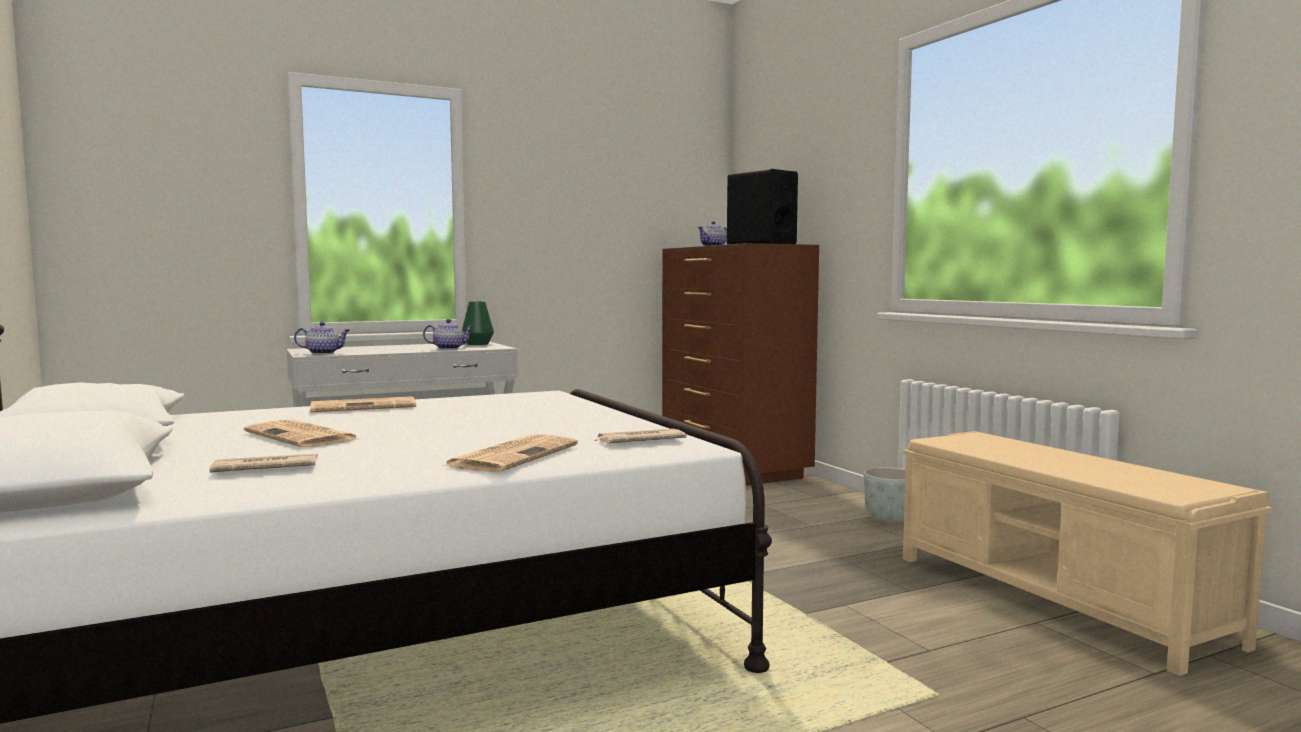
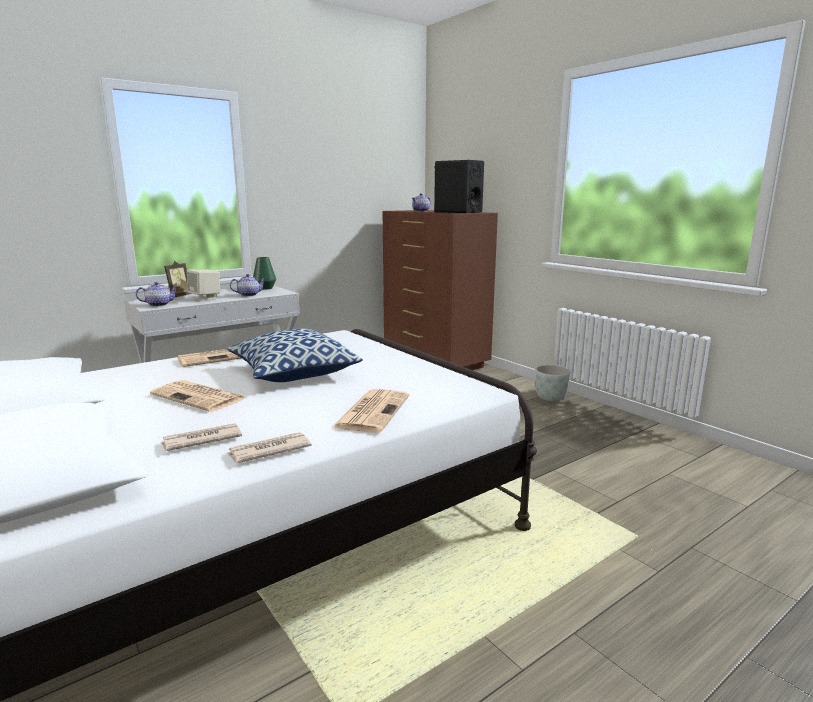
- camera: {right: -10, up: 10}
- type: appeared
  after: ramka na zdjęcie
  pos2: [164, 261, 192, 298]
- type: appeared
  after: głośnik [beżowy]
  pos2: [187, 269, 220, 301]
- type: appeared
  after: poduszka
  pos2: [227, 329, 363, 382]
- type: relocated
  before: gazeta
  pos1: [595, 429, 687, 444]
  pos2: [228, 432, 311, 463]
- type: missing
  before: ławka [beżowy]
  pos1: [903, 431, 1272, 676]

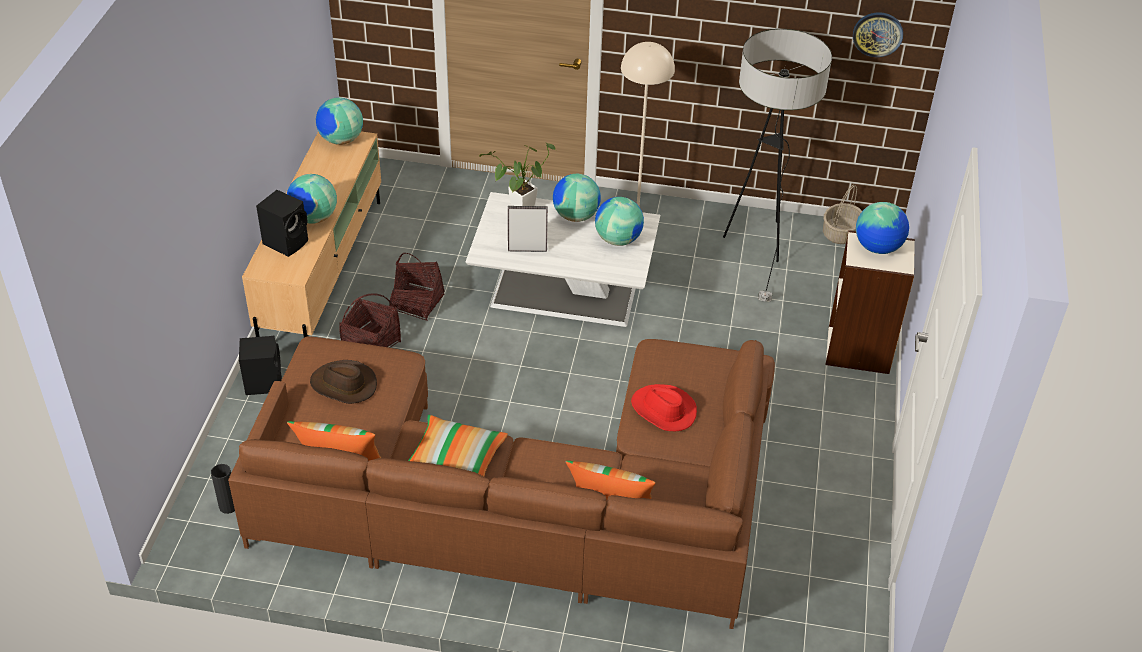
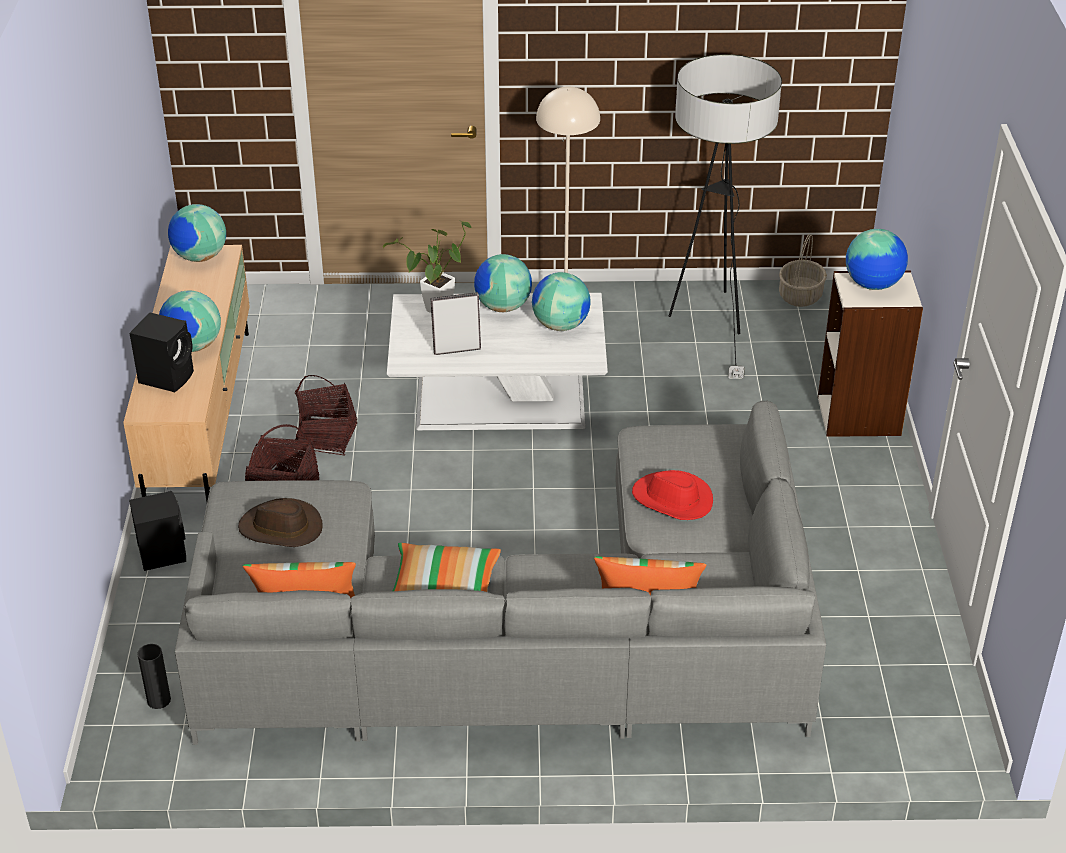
- camera: {right: -10, up: -5}
- type: colour
  before: kanapa [brązowy]
  after: kanapa [szary]
  pos1: [228, 336, 775, 629]
  pos2: [175, 400, 826, 745]
- type: missing
  before: zegar ścienny
  pos1: [853, 12, 903, 57]

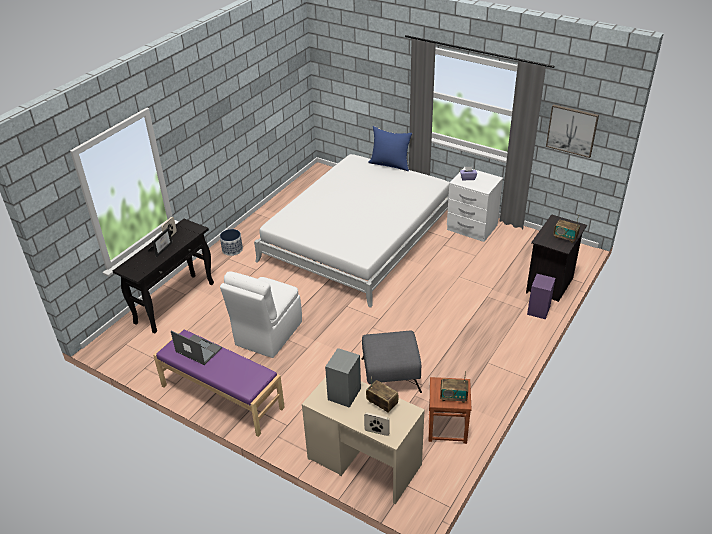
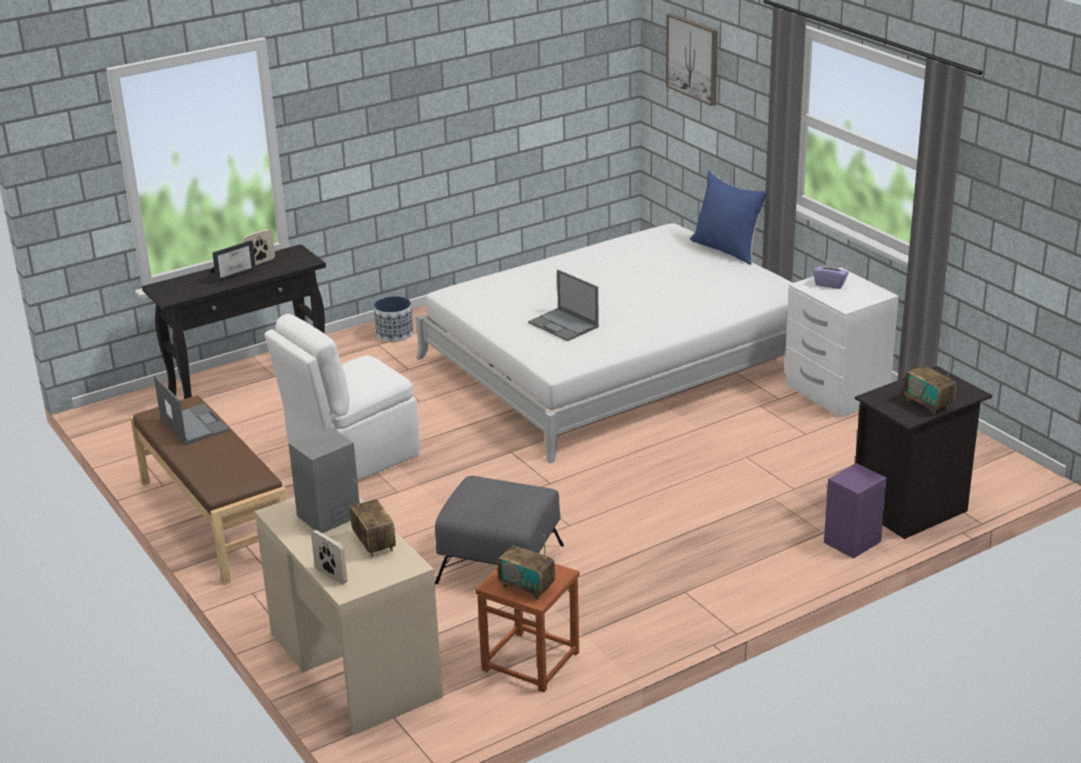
- camera: {right: 25, up: -10}
- type: colour
  before: ławka [fioletowy]
  after: ławka [brązowy]
  pos1: [153, 330, 285, 437]
  pos2: [130, 395, 287, 585]
- type: appeared
  after: laptop
  pos2: [528, 270, 599, 341]
- type: relocated
  before: obraz
  pos1: [546, 104, 599, 158]
  pos2: [666, 13, 718, 106]

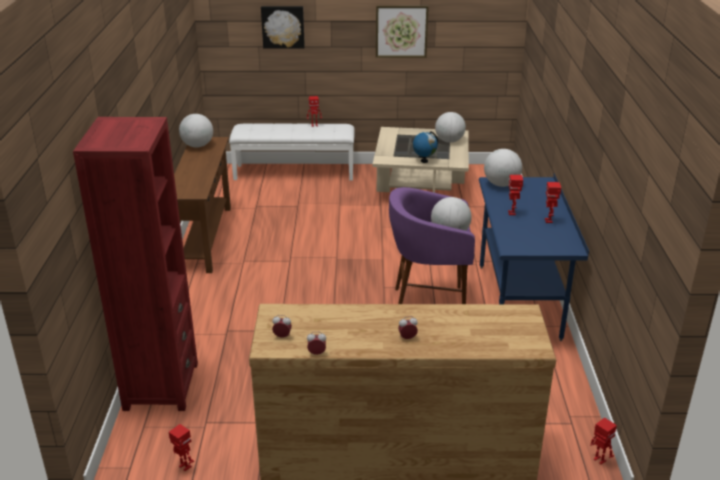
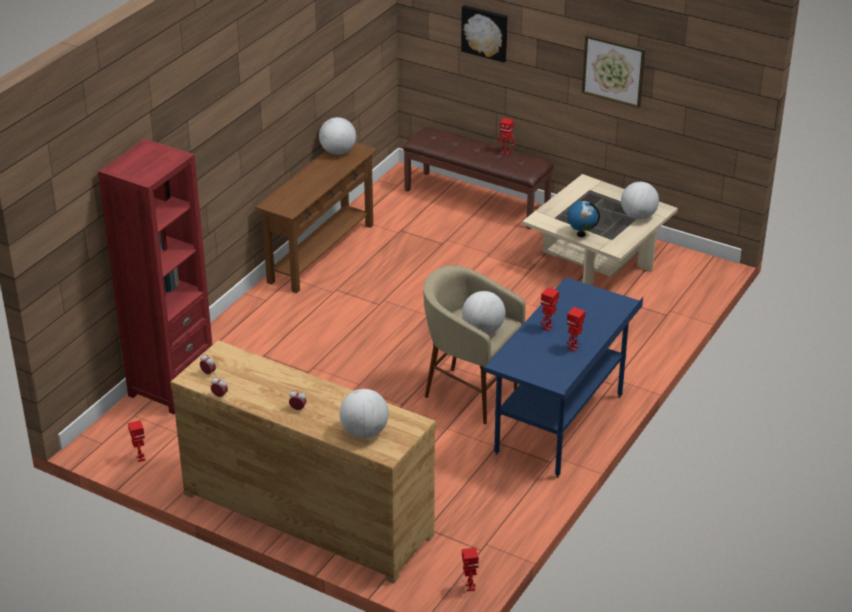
- camera: {right: 30, up: 5}
- type: relocated
  before: globus
  pos1: [484, 149, 522, 187]
  pos2: [339, 389, 389, 438]
- type: colour
  before: ławka [biały]
  after: ławka [brązowy]
  pos1: [229, 124, 355, 181]
  pos2: [403, 127, 554, 229]
- type: colour
  before: stołek [fioletowy]
  after: stołek [beżowy]
  pos1: [389, 187, 475, 304]
  pos2: [423, 265, 525, 424]

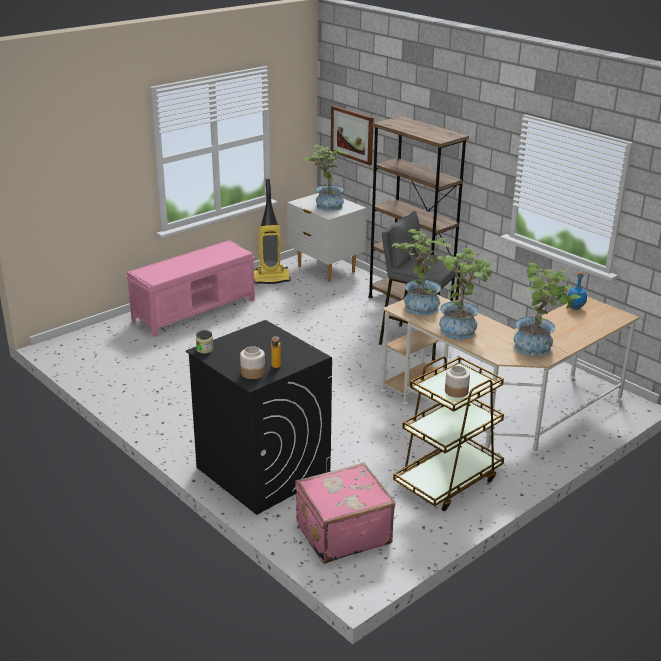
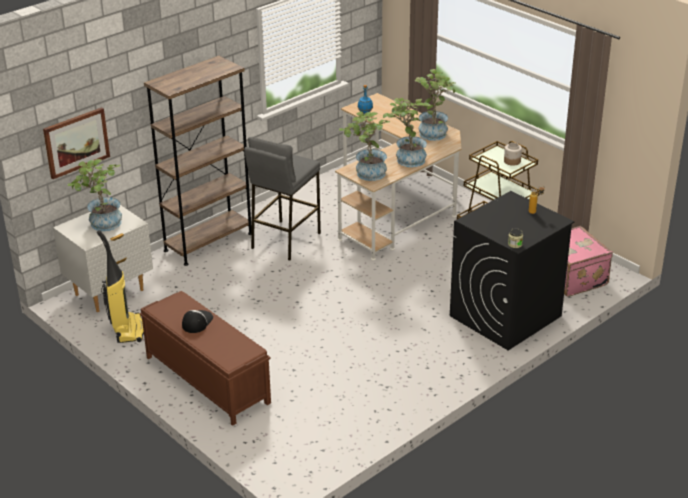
- camera: {right: -90, up: 5}
- type: colour
  before: ławka [różowy]
  after: ławka [brązowy]
  pos1: [126, 240, 255, 337]
  pos2: [140, 291, 271, 426]
- type: appeared
  after: czapka z daszkiem
  pos2: [182, 310, 213, 333]
- type: missing
  before: słoik
  pos1: [240, 346, 265, 379]

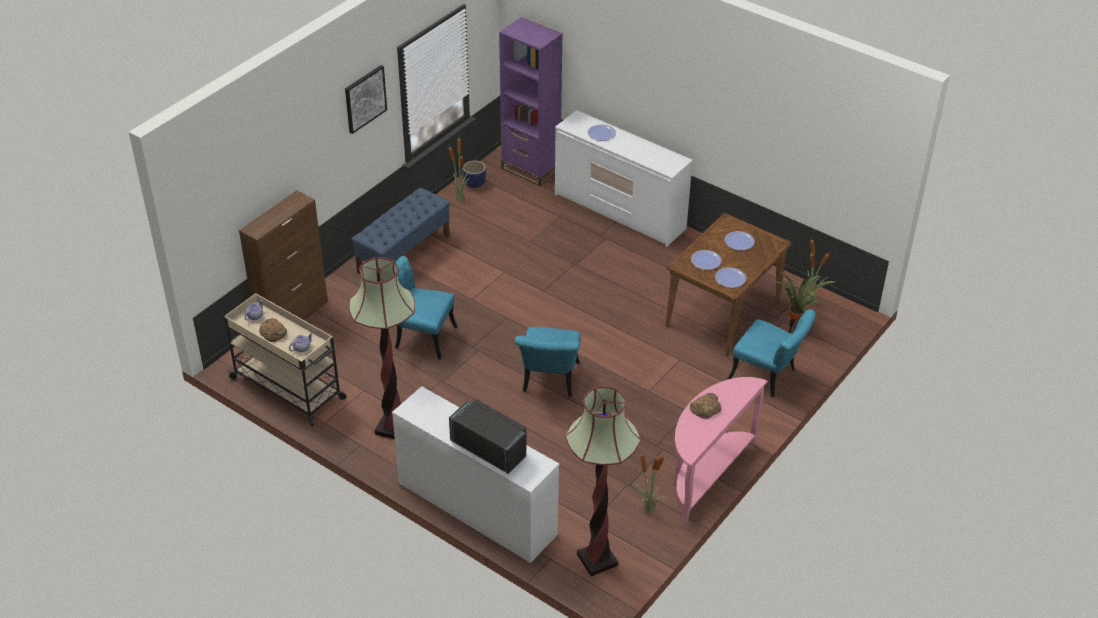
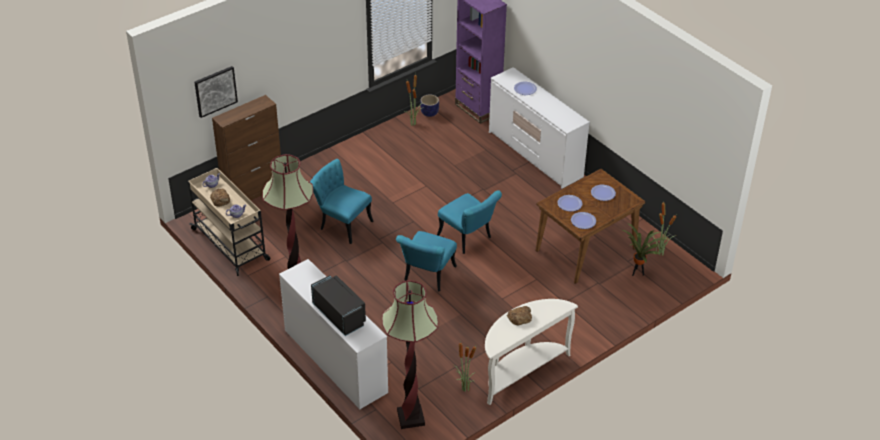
- camera: {right: 15, up: 0}
- type: relocated
  before: obraz
  pos1: [345, 65, 387, 134]
  pos2: [194, 66, 238, 118]
- type: relocated
  before: krzesło [turkusowy]
  pos1: [728, 309, 816, 397]
  pos2: [437, 190, 502, 254]
- type: colour
  before: stolik konsolowy [różowy]
  after: stolik konsolowy [biały]
  pos1: [673, 377, 767, 524]
  pos2: [485, 299, 578, 405]
- type: missing
  before: ławka [niebieski]
  pos1: [351, 188, 450, 274]

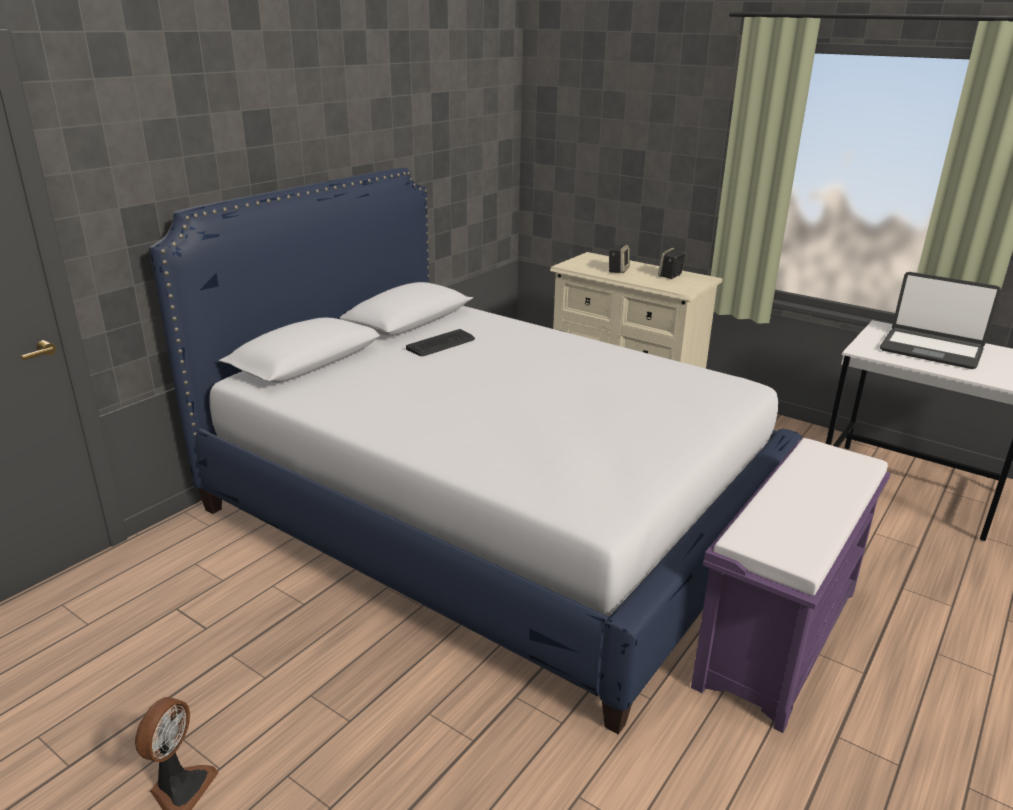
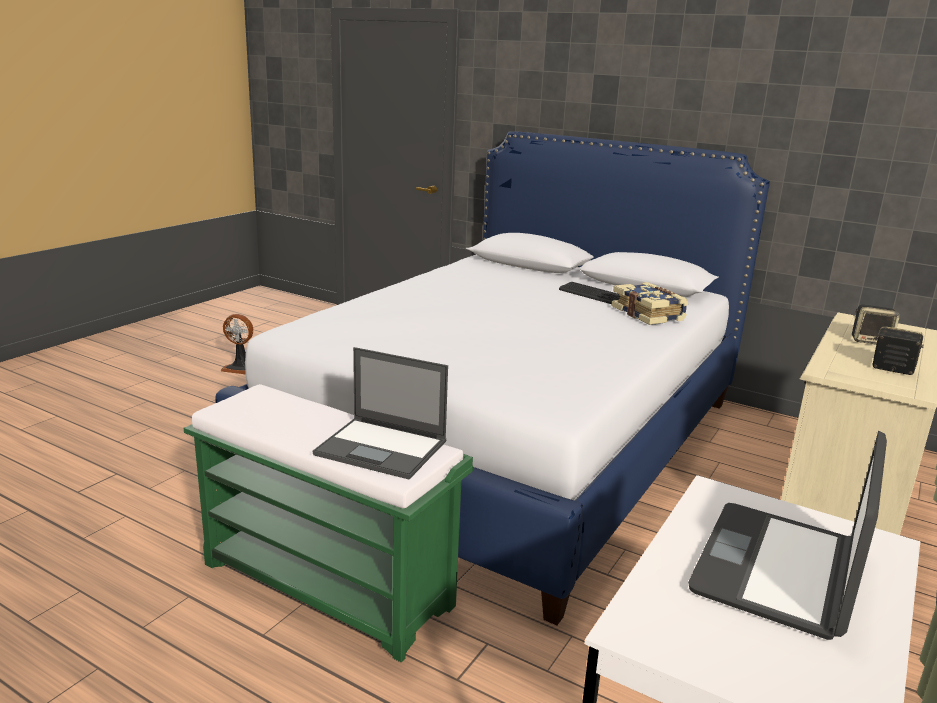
- camera: {right: 85, up: -5}
- type: colour
  before: ławka [fioletowy]
  after: ławka [zielony]
  pos1: [691, 438, 891, 733]
  pos2: [184, 384, 473, 662]
- type: appeared
  after: laptop
  pos2: [313, 347, 448, 479]
- type: appeared
  after: książka
  pos2: [611, 282, 688, 325]

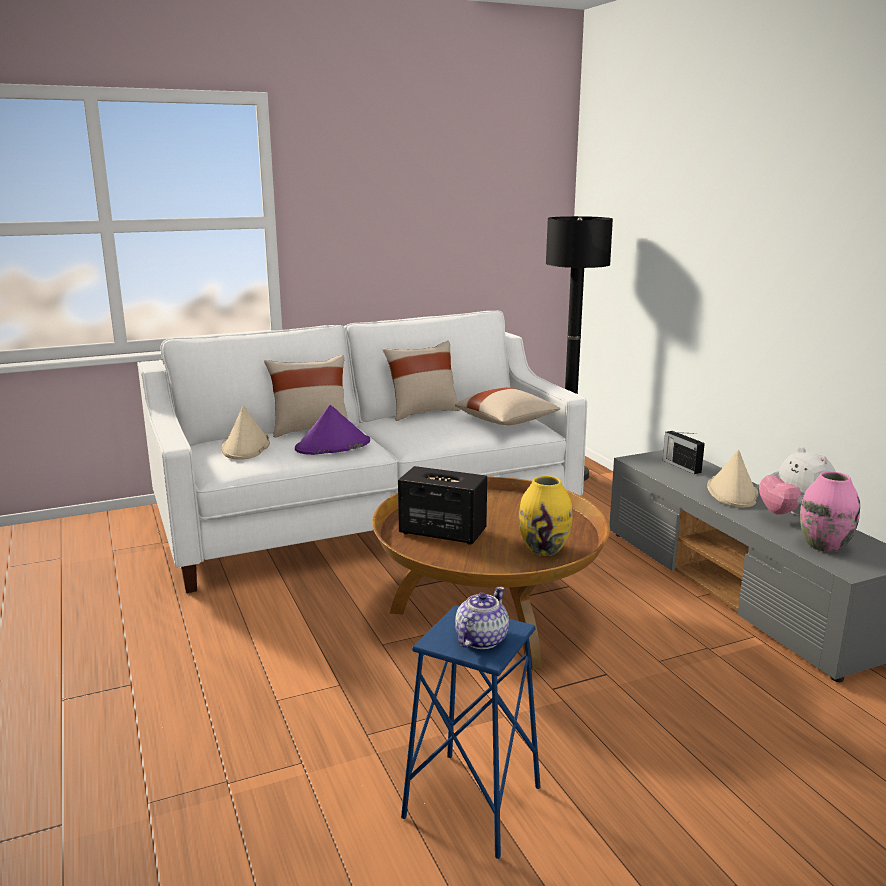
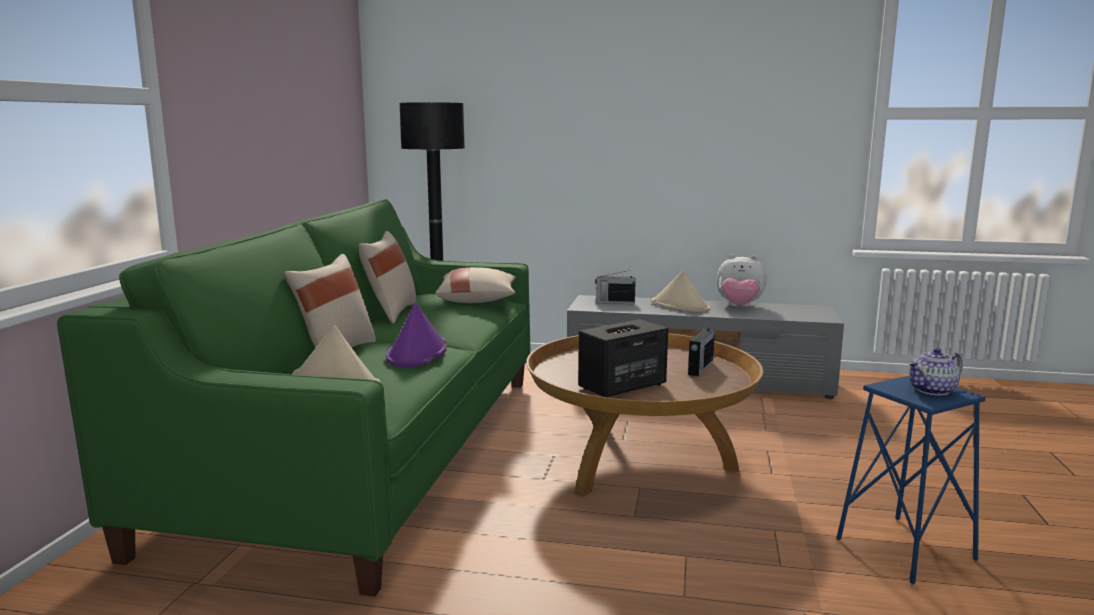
- camera: {right: -55, up: -5}
- type: colour
  before: kanapa [biały]
  after: kanapa [zielony]
  pos1: [137, 311, 587, 593]
  pos2: [57, 199, 531, 597]
- type: exchanged
  before: wazon [żółty]
  after: radio
  pos1: [519, 476, 572, 556]
  pos2: [688, 321, 715, 376]
- type: spun
  before: imbryk
  pos1: [455, 587, 509, 649]
  pos2: [908, 348, 963, 396]
  turn: -90
- type: missing
  before: wazon [różowy]
  pos1: [800, 471, 860, 552]

